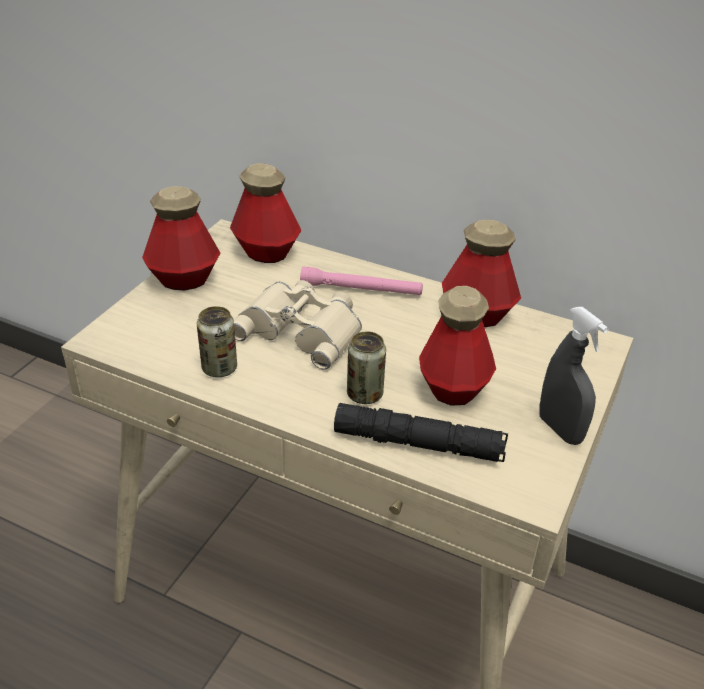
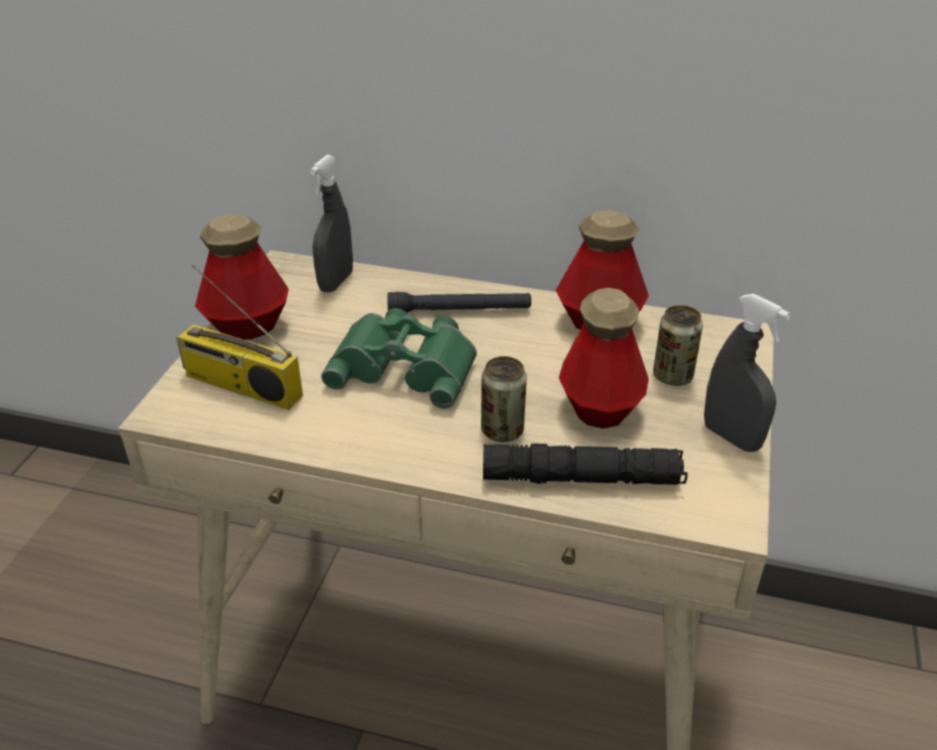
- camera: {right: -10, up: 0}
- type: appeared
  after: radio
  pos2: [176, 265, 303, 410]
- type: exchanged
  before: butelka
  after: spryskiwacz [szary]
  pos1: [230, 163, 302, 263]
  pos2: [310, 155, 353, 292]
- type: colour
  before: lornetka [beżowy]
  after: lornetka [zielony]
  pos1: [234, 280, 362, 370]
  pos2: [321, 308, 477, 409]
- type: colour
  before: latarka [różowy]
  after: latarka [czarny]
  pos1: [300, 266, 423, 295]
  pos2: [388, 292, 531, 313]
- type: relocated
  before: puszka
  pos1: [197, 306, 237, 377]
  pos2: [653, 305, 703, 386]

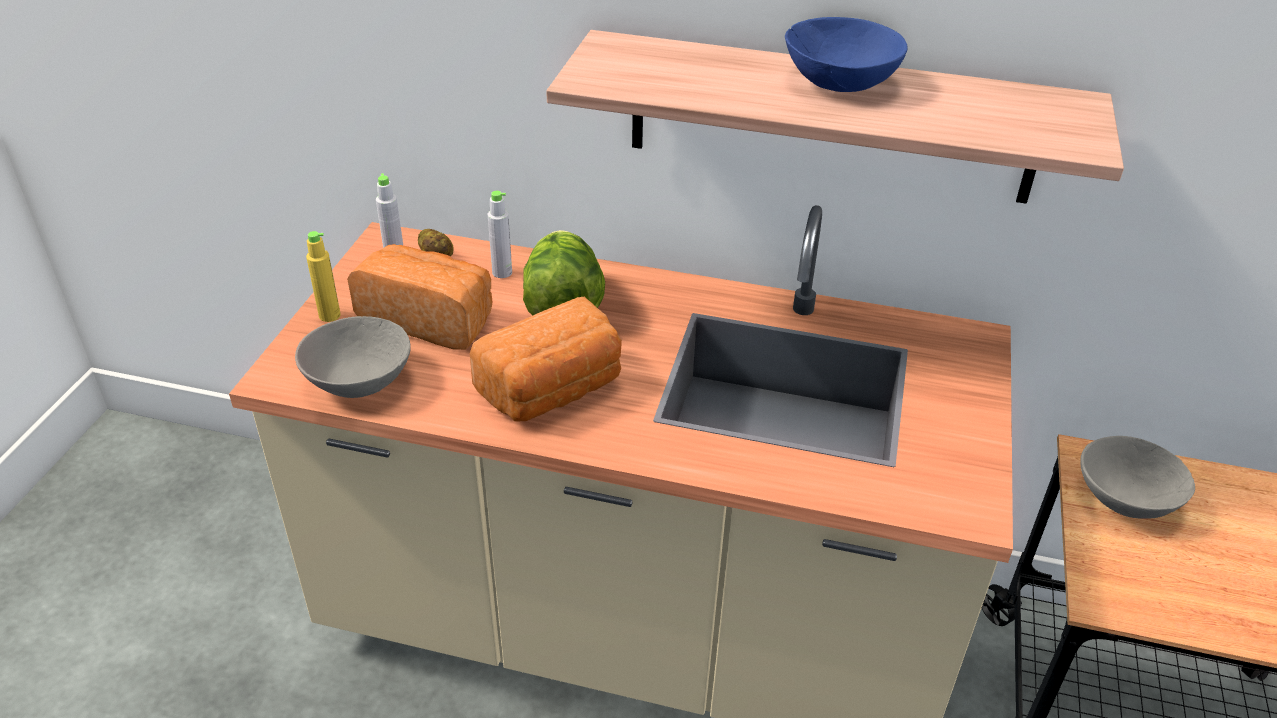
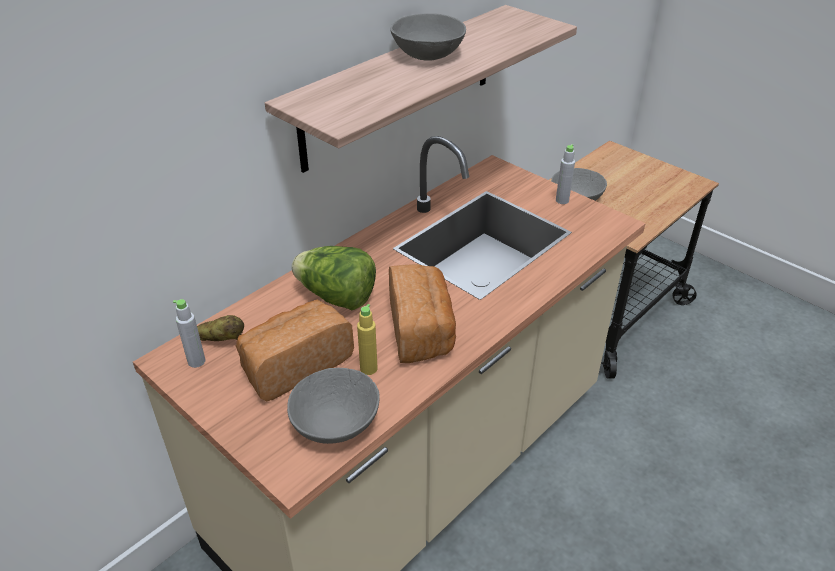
- camera: {right: -60, up: 0}
- type: relocated
  before: butelka [żółty]
  pos1: [306, 231, 341, 322]
  pos2: [357, 304, 378, 375]
- type: colour
  before: miska [niebieski]
  after: miska [szary]
  pos1: [785, 17, 908, 92]
  pos2: [390, 13, 466, 61]
- type: relocated
  before: butelka [szary]
  pos1: [488, 191, 512, 278]
  pos2: [556, 144, 575, 204]

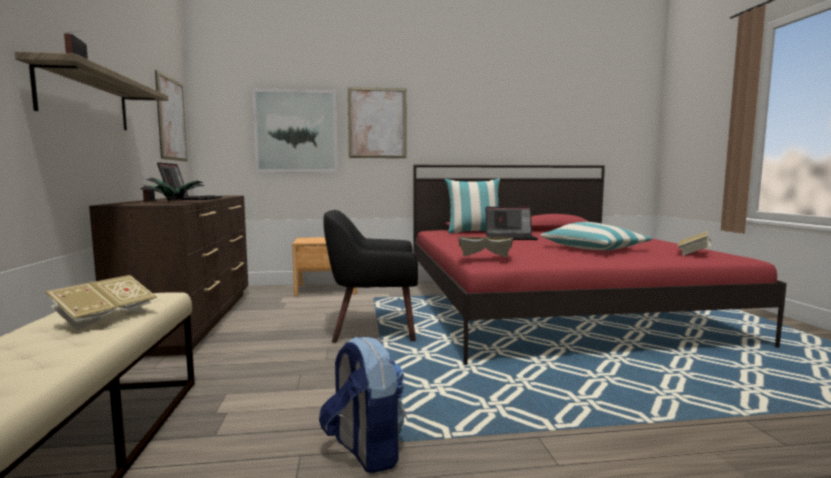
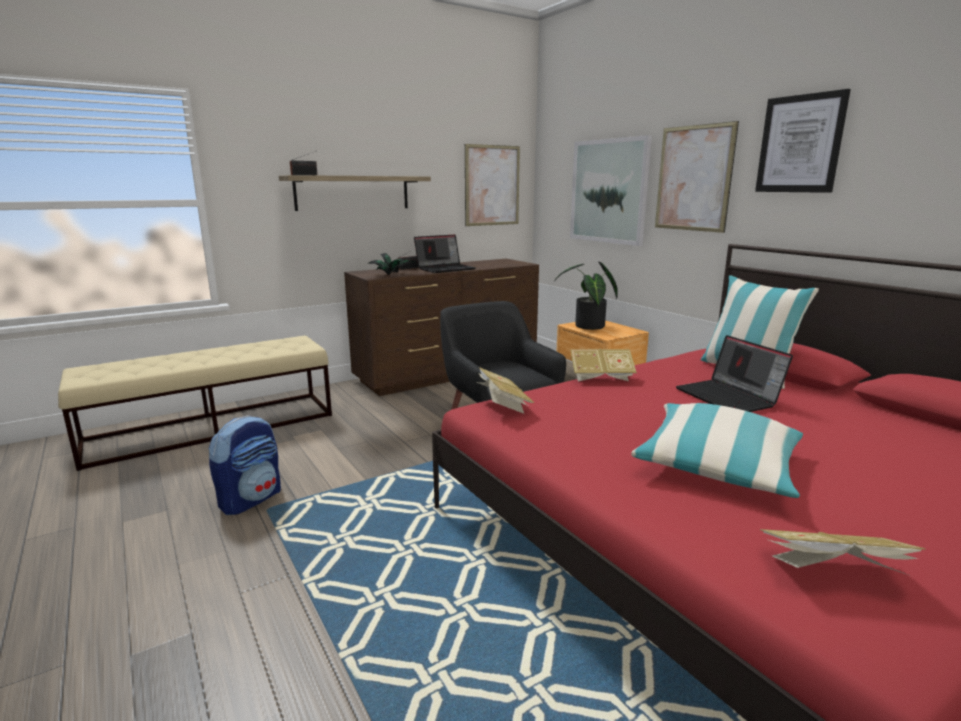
- camera: {right: 65, up: 10}
- type: appeared
  after: roślina doniczkowa
  pos2: [554, 262, 618, 330]
- type: relocated
  before: książka
  pos1: [45, 275, 157, 331]
  pos2: [570, 349, 637, 381]
- type: appeared
  after: obraz
  pos2: [755, 89, 851, 193]

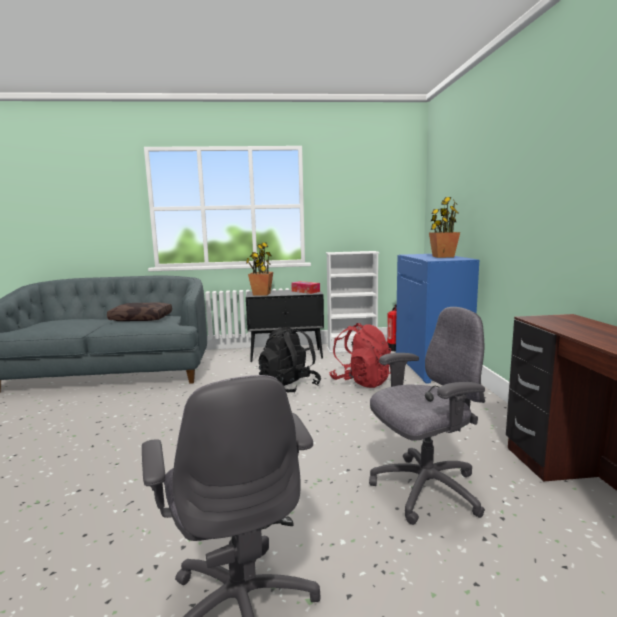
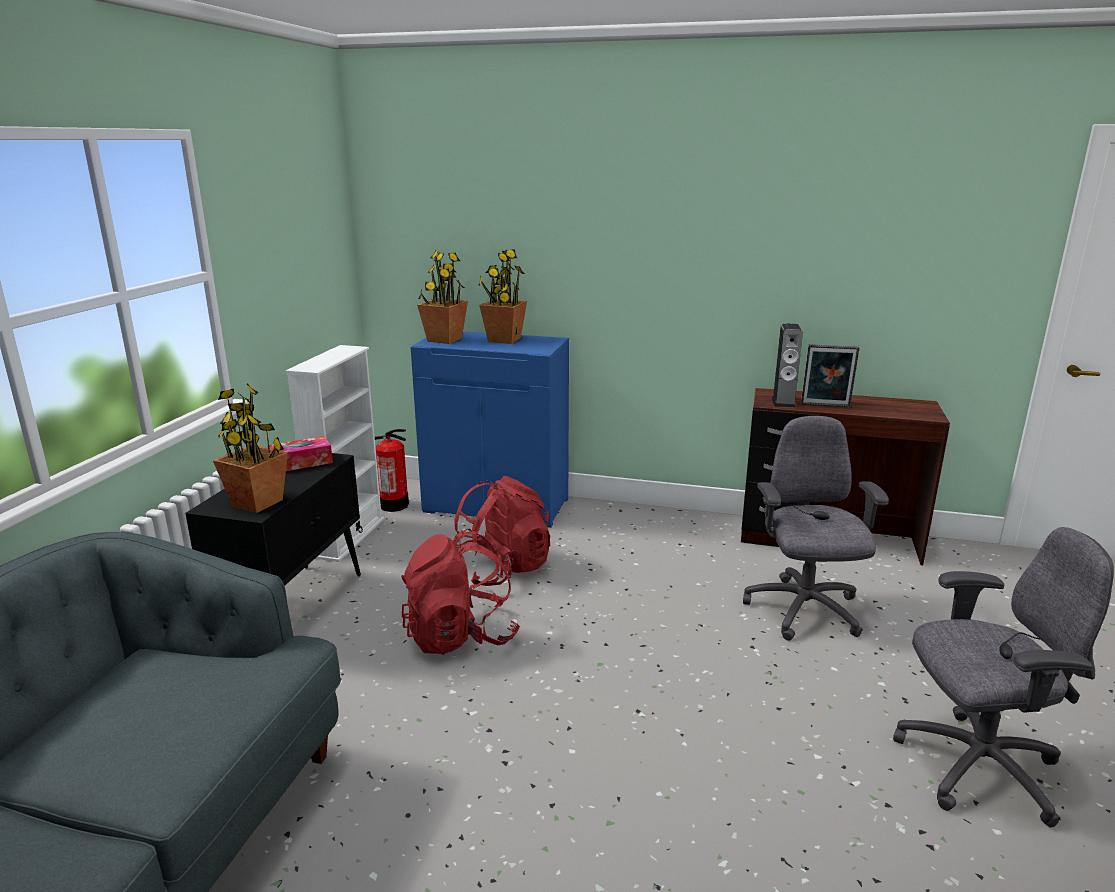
- camera: {right: -70, up: 10}
- type: colour
  before: plecak [czarny]
  after: plecak [czerwony]
  pos1: [259, 327, 321, 393]
  pos2: [402, 529, 520, 654]
- type: appeared
  after: roślina doniczkowa
  pos2: [417, 250, 468, 344]
- type: appeared
  after: głośnik
  pos2: [772, 323, 803, 408]
- type: appeared
  after: ramka na zdjęcie
  pos2: [801, 344, 860, 407]
- type: missing
  before: poduszka [brązowy]
  pos1: [107, 302, 172, 321]

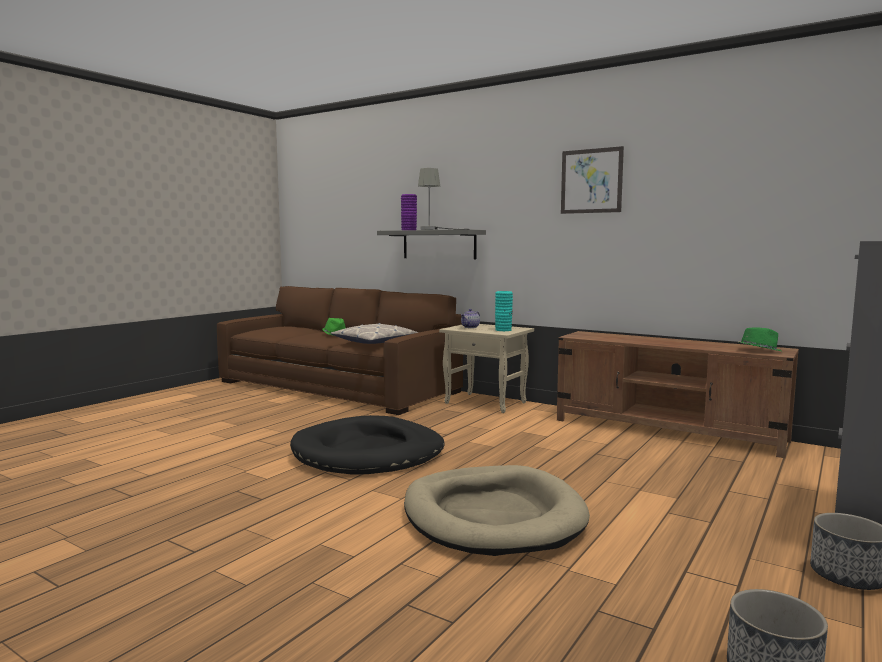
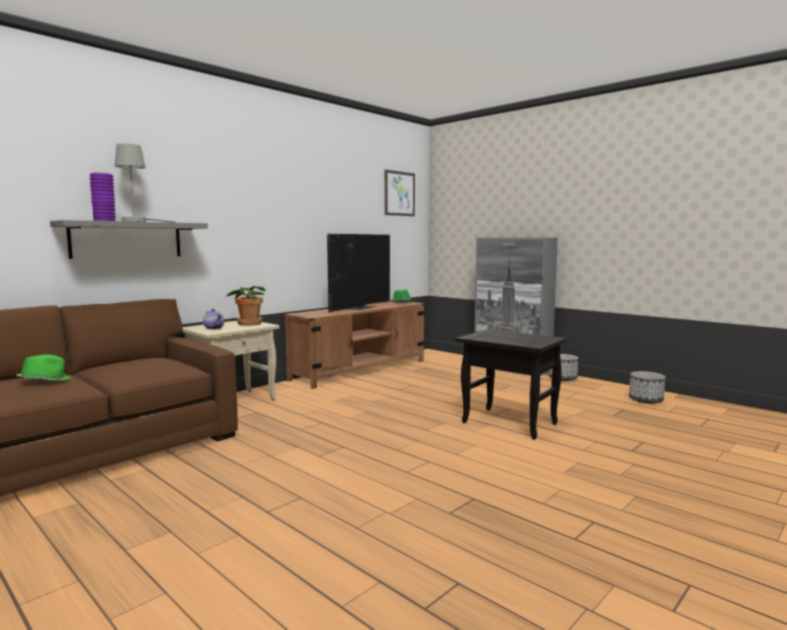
- camera: {right: -80, up: 0}
- type: exchanged
  before: wazon [turkusowy]
  after: roślina doniczkowa
  pos1: [495, 291, 513, 331]
  pos2: [226, 286, 266, 326]
- type: appeared
  after: telewizor
  pos2: [327, 234, 390, 312]
- type: relocated
  before: obraz
  pos1: [561, 146, 624, 214]
  pos2: [385, 170, 415, 216]
- type: exchanged
  before: legowisko [beżowy]
  after: stolik [czarny]
  pos1: [404, 465, 590, 556]
  pos2: [455, 329, 567, 440]
- type: missing
  before: legowisko [czarny]
  pos1: [290, 415, 445, 475]
- type: missing
  before: poduszka
  pos1: [330, 323, 419, 344]

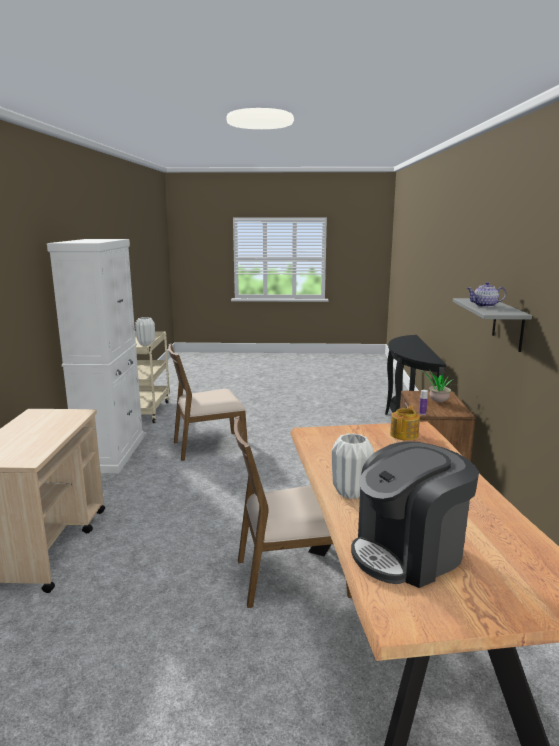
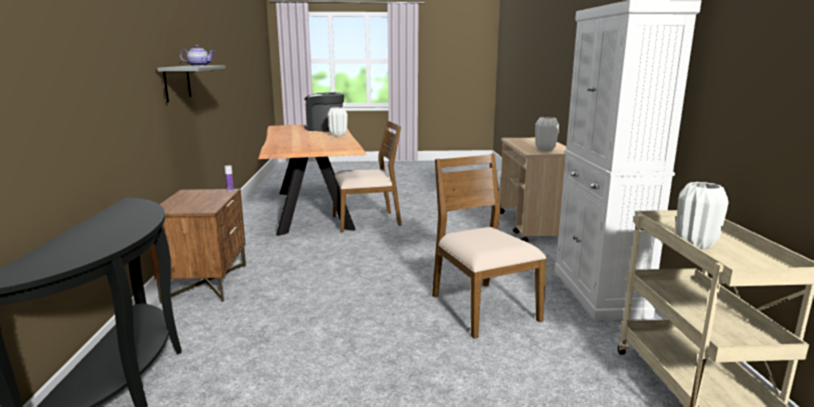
- camera: {right: 175, up: 0}
- type: spun
  before: ekspres do kawy
  pos1: [351, 441, 479, 588]
  pos2: [304, 92, 344, 132]
  turn: -120
- type: spun
  before: krzesło [brązowy]
  pos1: [168, 344, 248, 461]
  pos2: [432, 154, 547, 339]
  turn: -90
- type: appeared
  after: wazon [biały]
  pos2: [535, 117, 559, 152]
- type: missing
  before: imbryk
  pos1: [390, 406, 420, 440]
- type: missing
  before: roślina doniczkowa
  pos1: [425, 371, 457, 402]

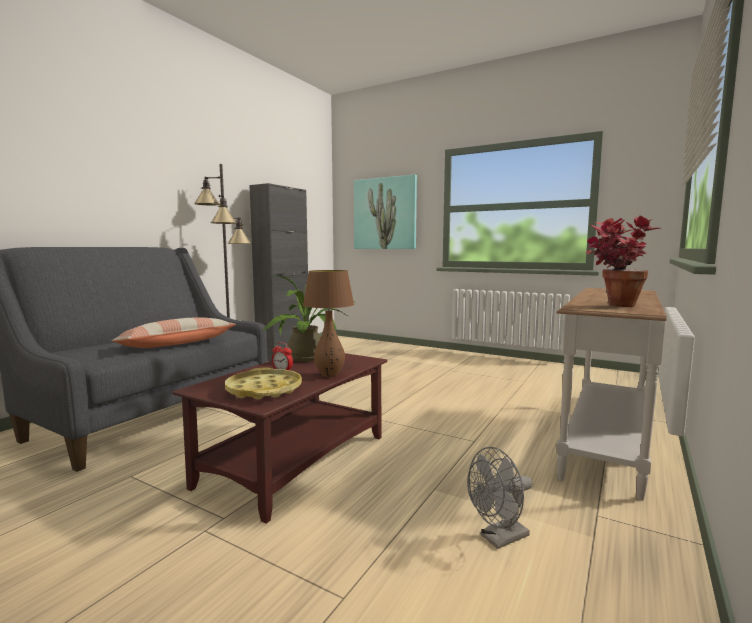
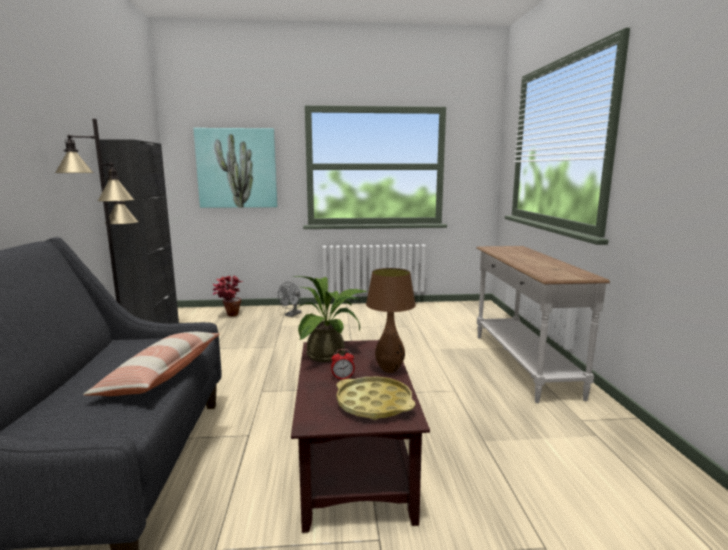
- camera: {right: -35, up: 5}
- type: relocated
  before: roślina doniczkowa
  pos1: [586, 215, 661, 307]
  pos2: [213, 276, 243, 317]
- type: relocated
  before: wentylator [szary]
  pos1: [467, 447, 533, 549]
  pos2: [278, 282, 302, 317]

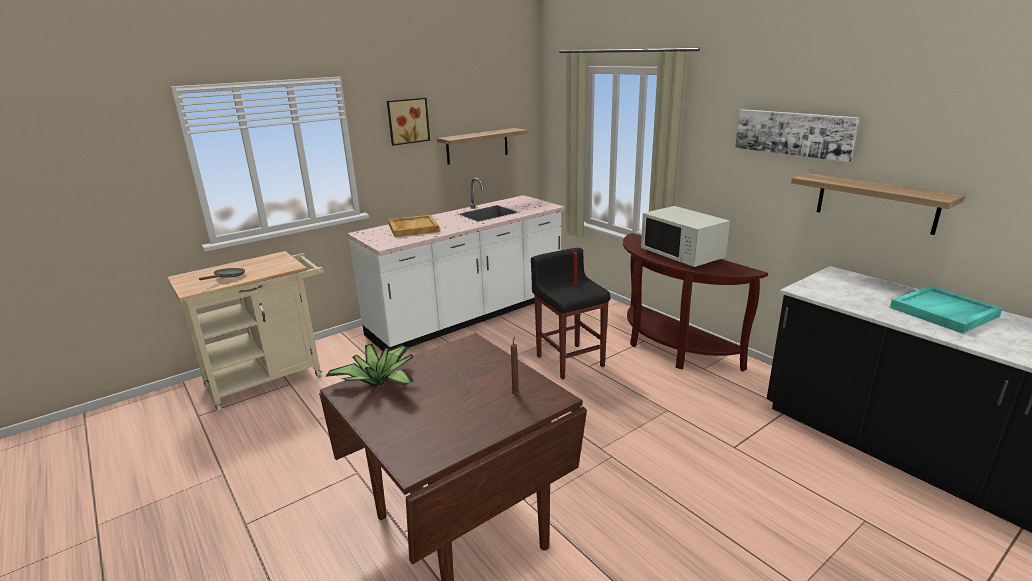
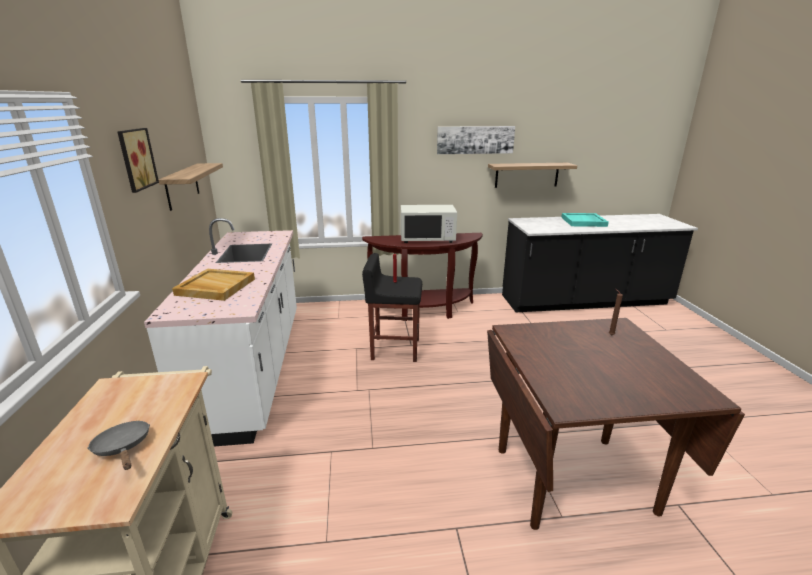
- camera: {right: -60, up: 0}
- type: missing
  before: roślina doniczkowa
  pos1: [325, 344, 414, 387]

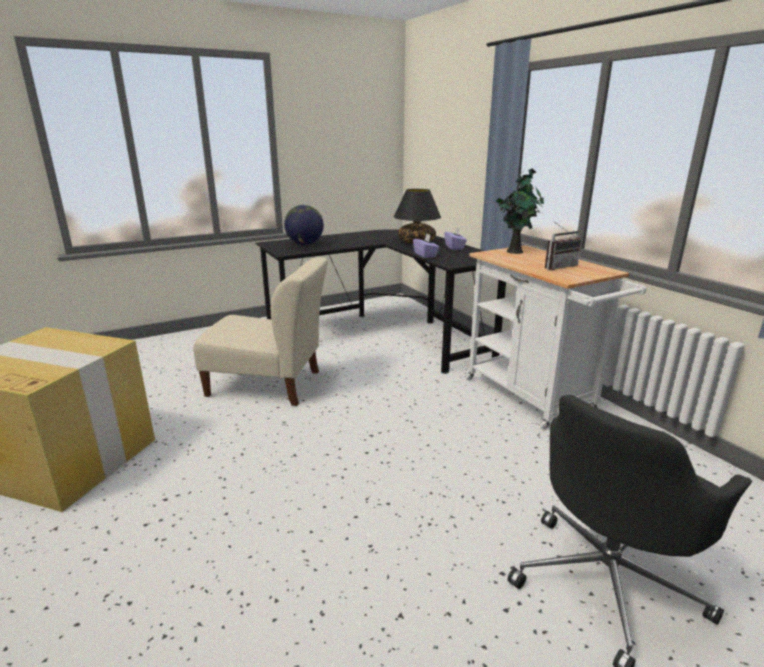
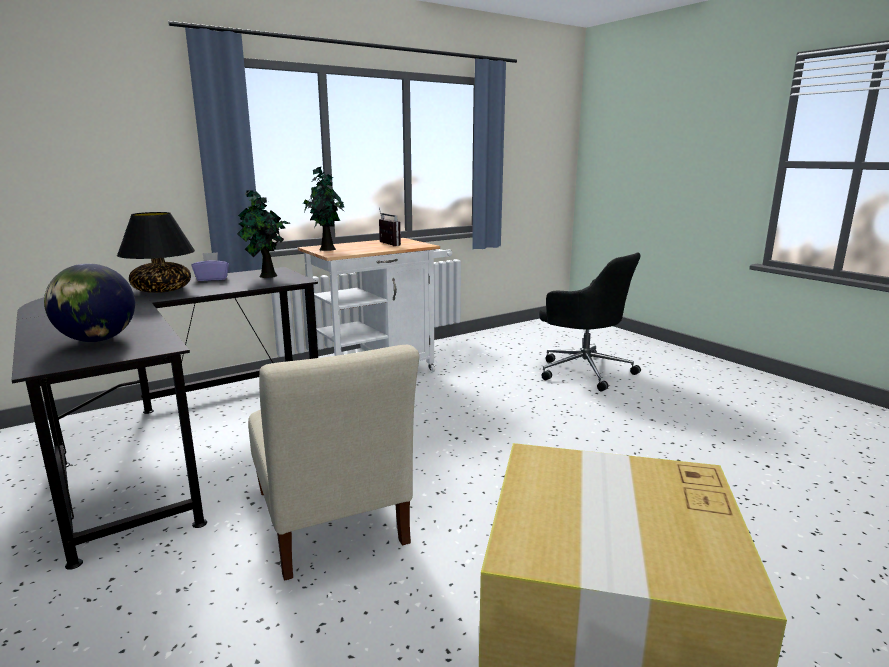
- camera: {right: -95, up: -5}
- type: appeared
  after: roślina doniczkowa
  pos2: [237, 189, 290, 278]
- type: spun
  before: krzesło [beżowy]
  pos1: [193, 257, 328, 406]
  pos2: [248, 345, 420, 580]
  turn: 150
- type: missing
  before: pudełko chusteczek [fioletowy]
  pos1: [413, 234, 439, 258]

